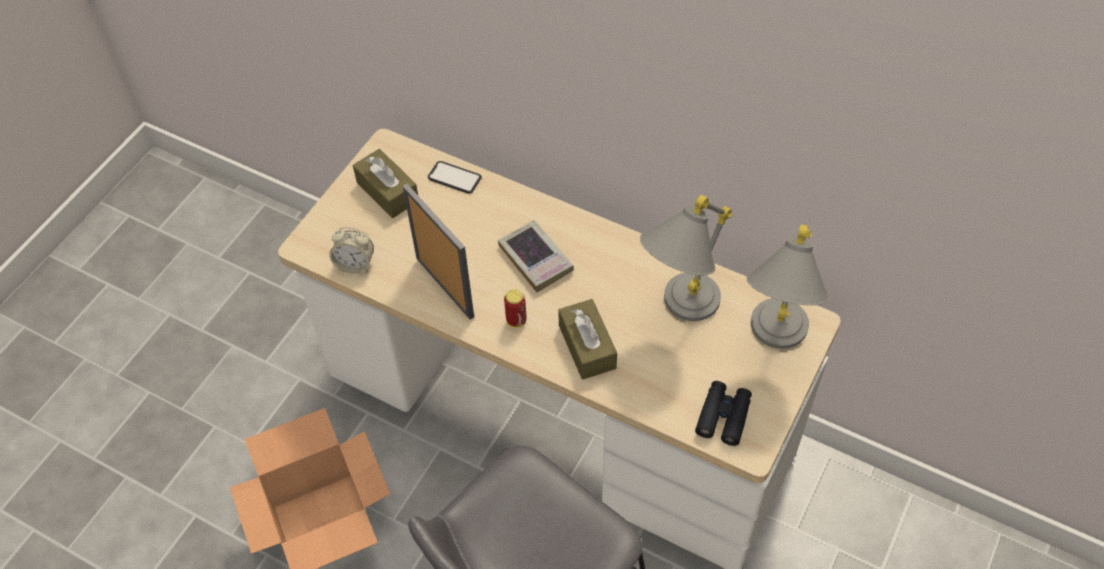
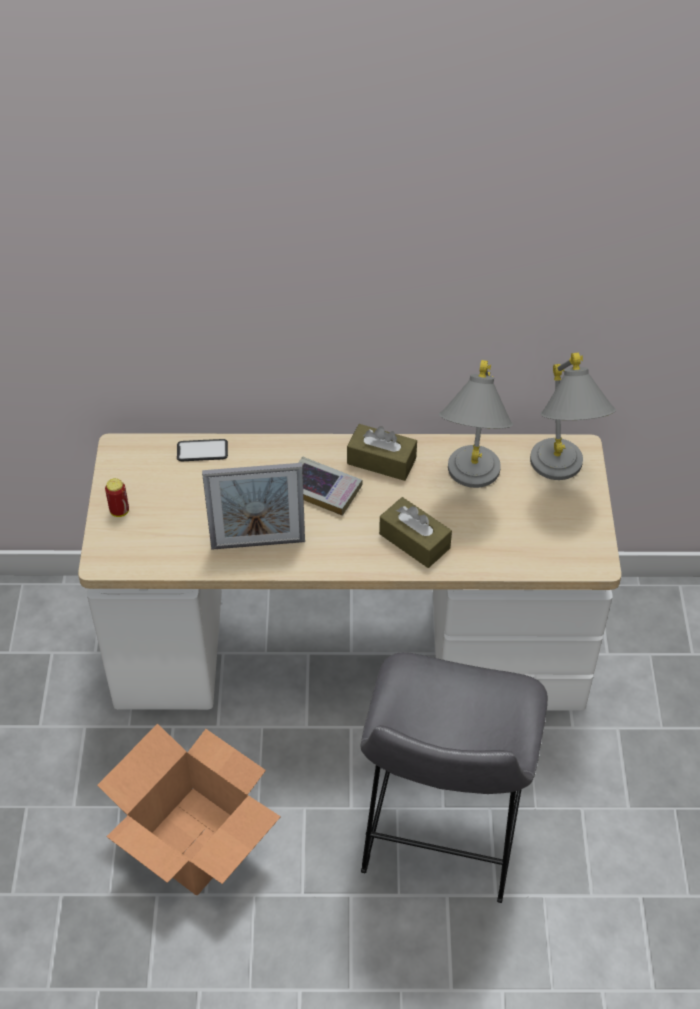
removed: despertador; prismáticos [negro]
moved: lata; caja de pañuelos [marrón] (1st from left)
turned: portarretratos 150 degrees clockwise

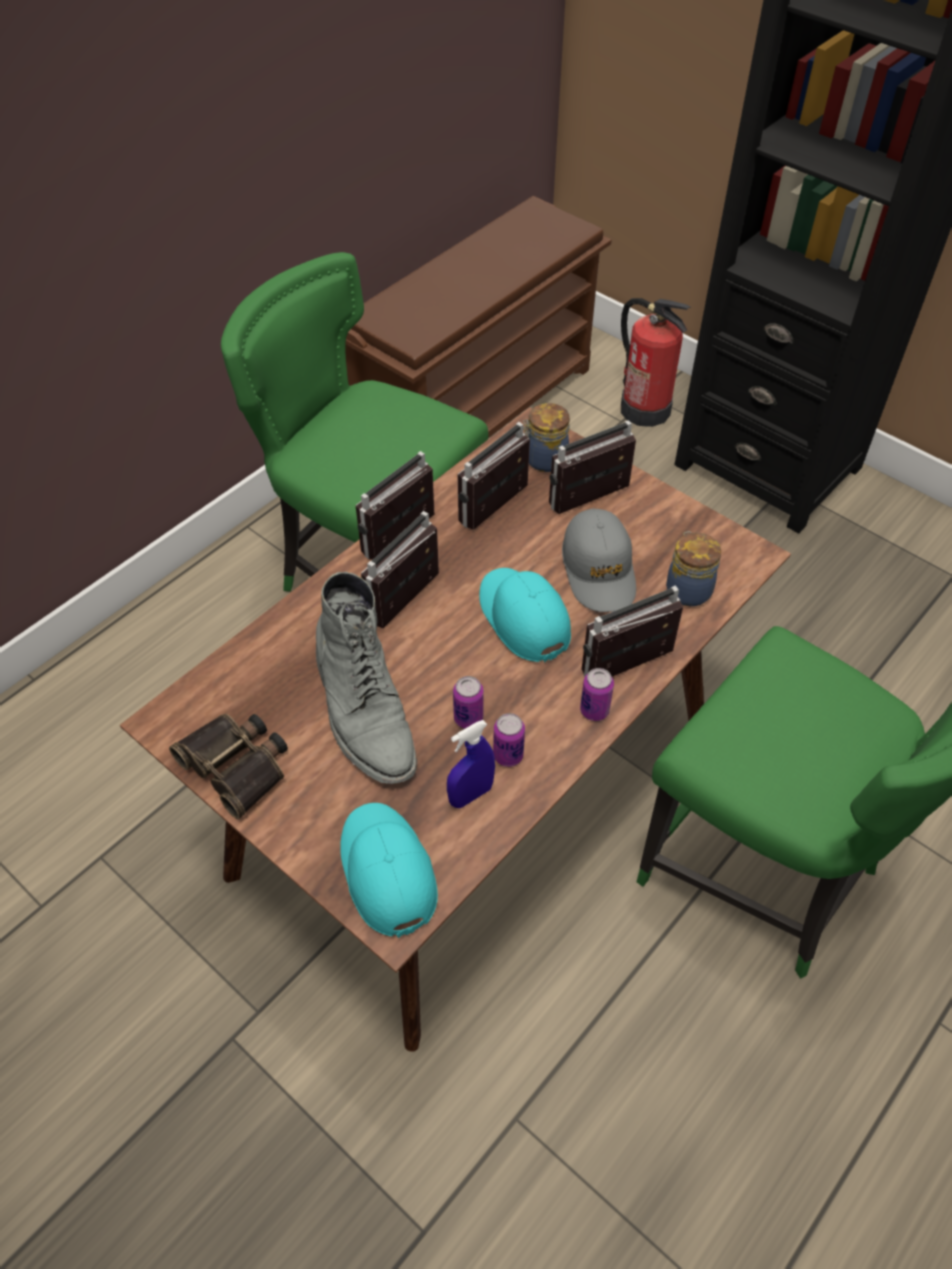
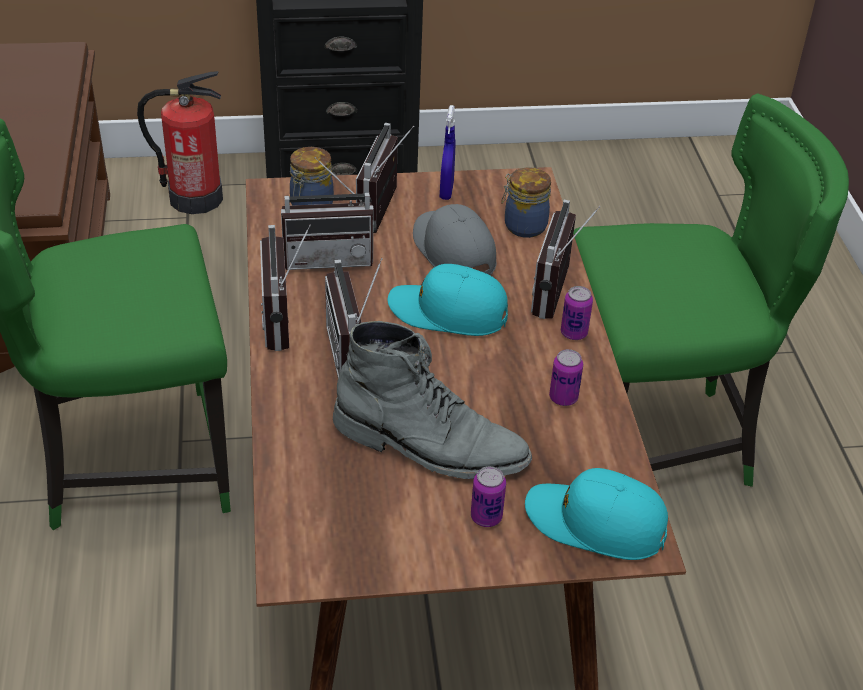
removed: prismáticos
moved: pulverizador [azul]; lata (1st from left)
turned: radio (3rd from left in the first image) 90 degrees counterclockwise; gorra [gris] 150 degrees counterclockwise

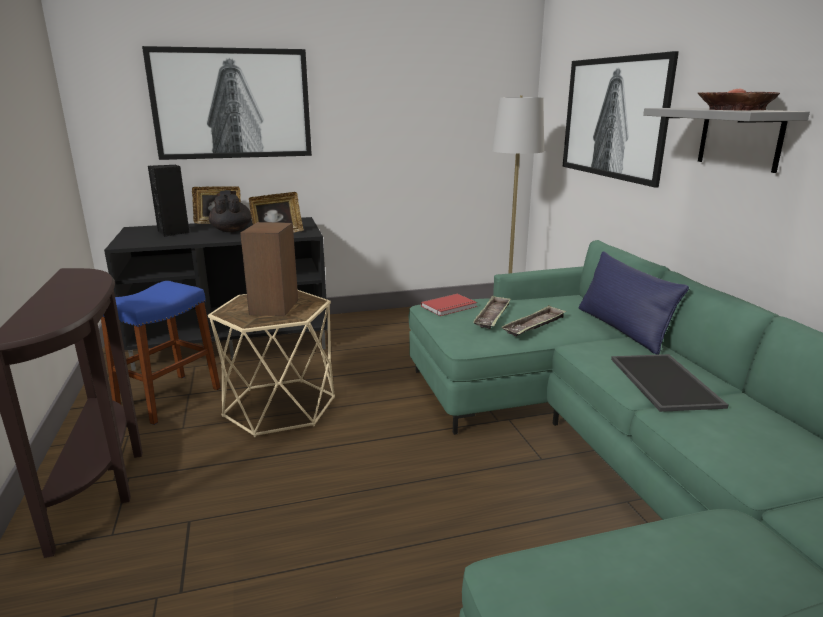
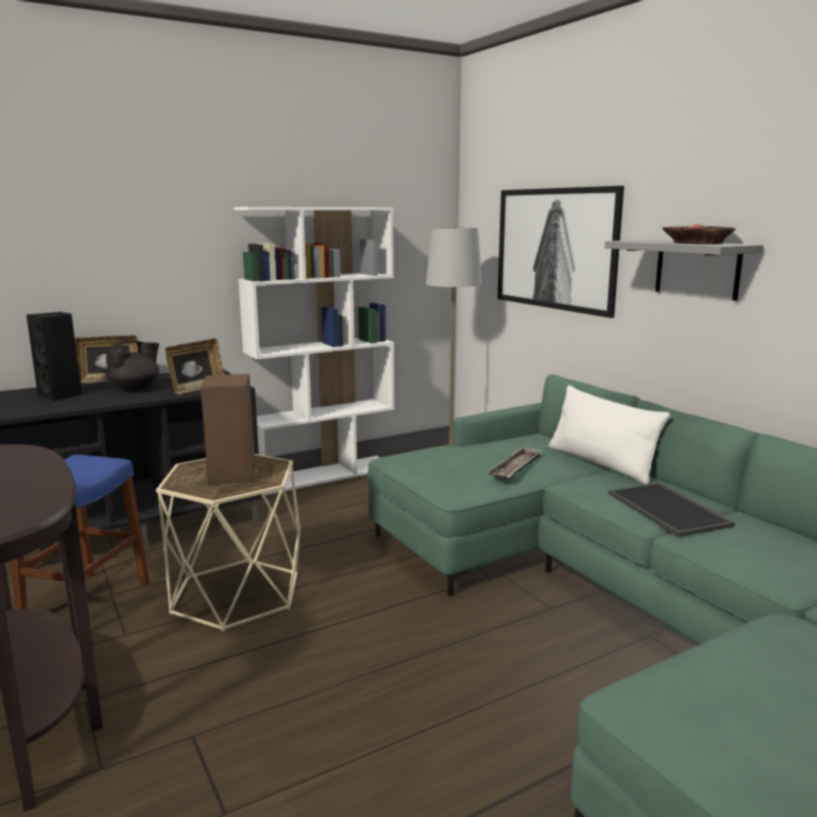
removed: cuadro (1st from left); libro [rojo]; bandeja (1st from left)
added: estantería [blanco]
recoloured: cojín [azul] to cojín [blanco]
turned: tetera [negro] 75 degrees clockwise

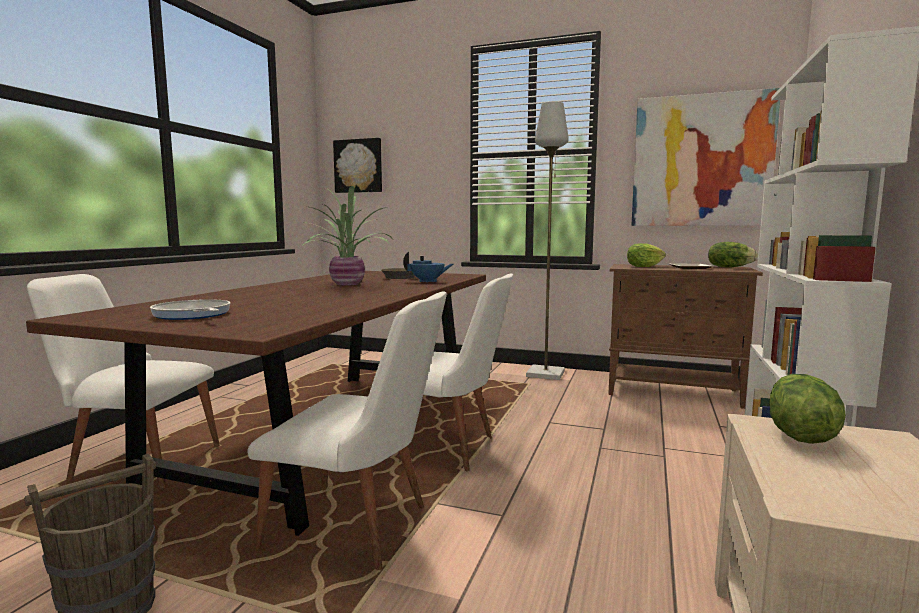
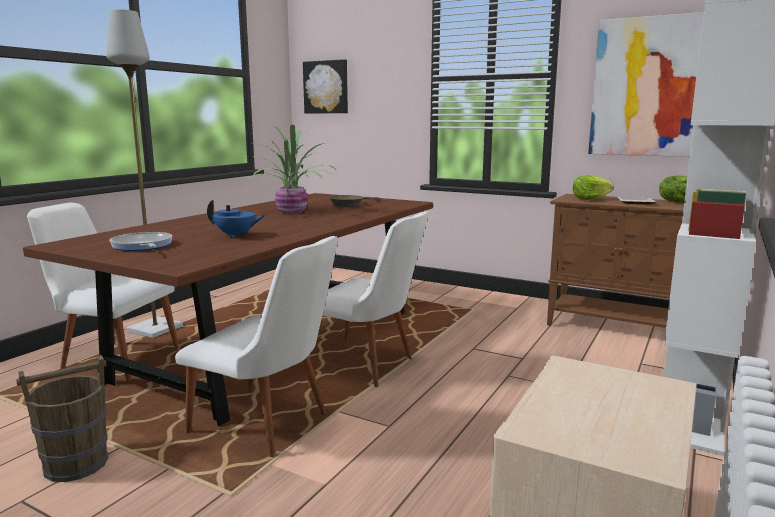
removed: lechuga (3rd from left)
moved: lámpara de pie [gris]; tetera [azul]

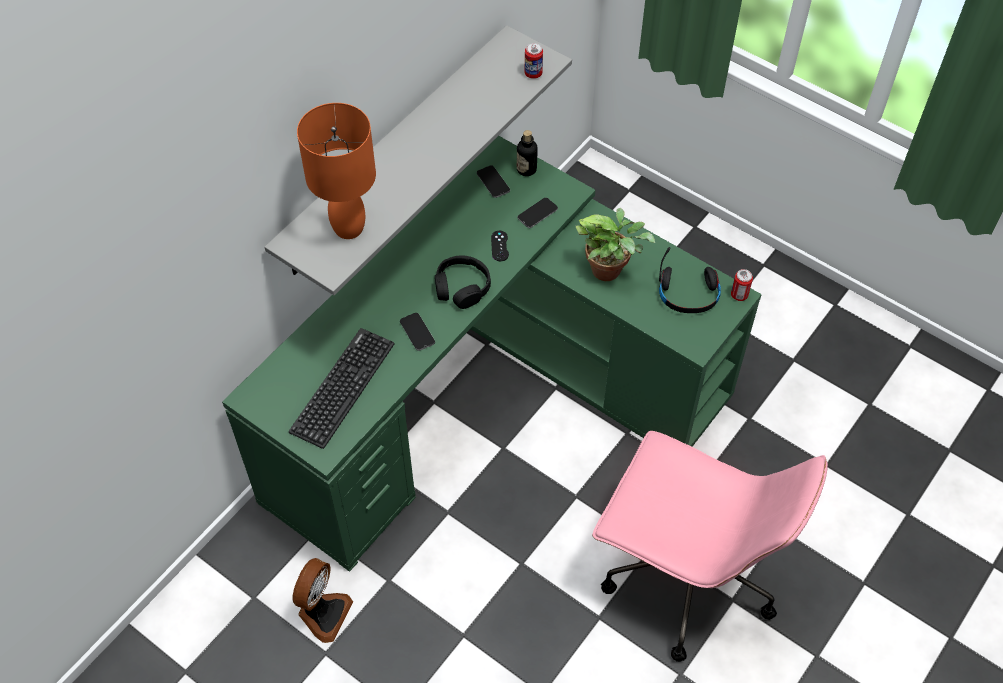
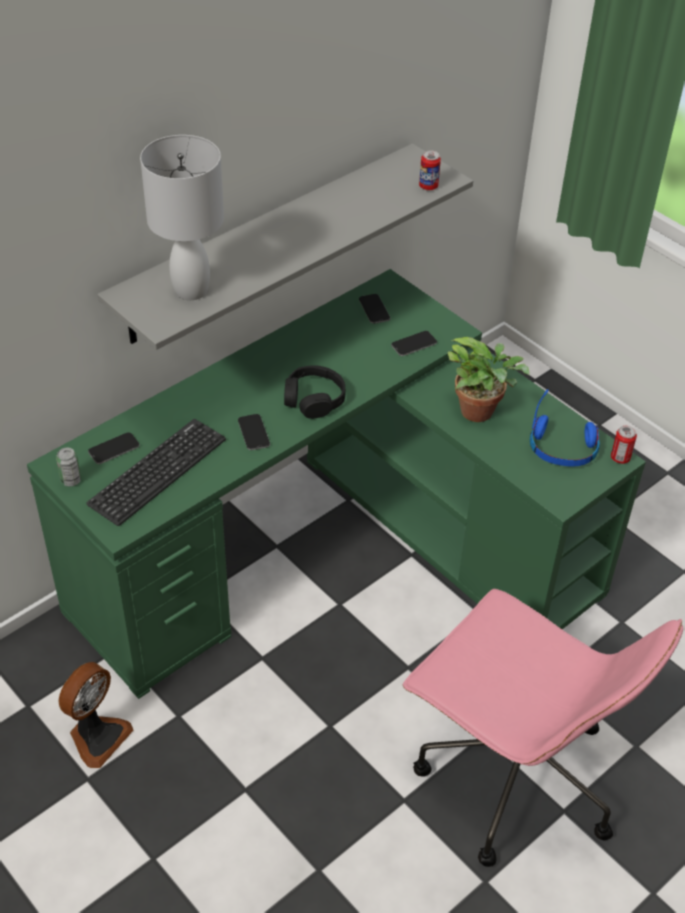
removed: mando de consola [negro]; botella
added: lata (1st from left); móvil (1st from left)
recoloured: lámpara de mesa [naranja] to lámpara de mesa [blanco]; auriculares [negro] (2nd from left) to auriculares [azul]

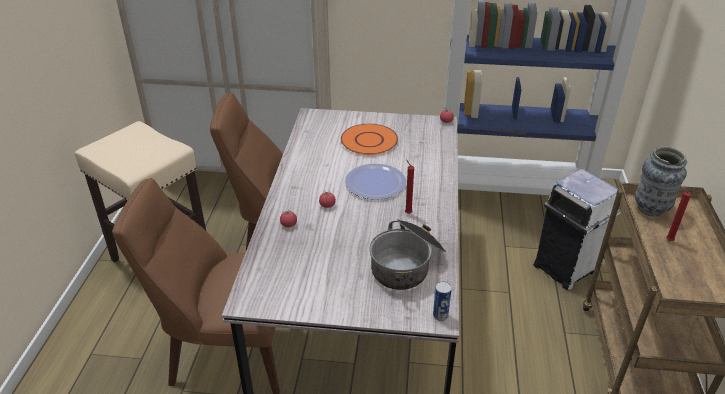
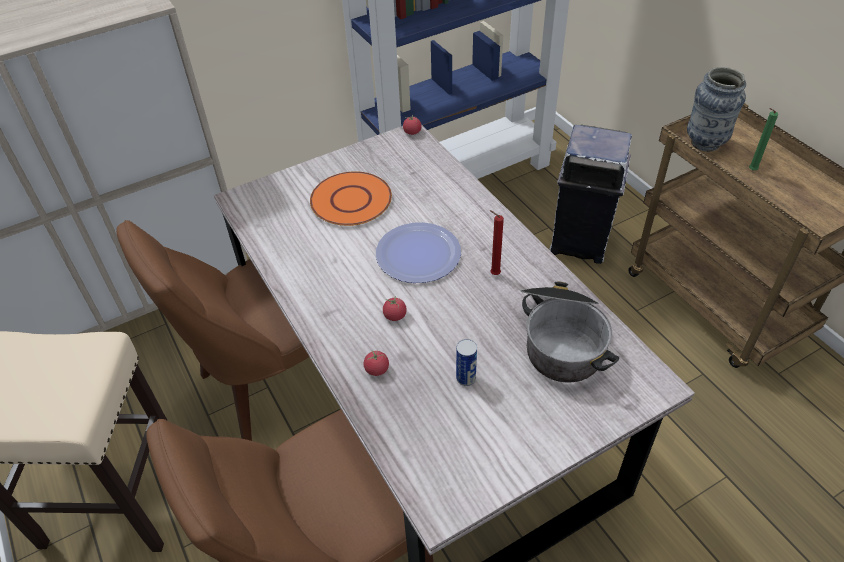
moved: lata
recoloured: vela [rojo] (2nd from left) to vela [verde]

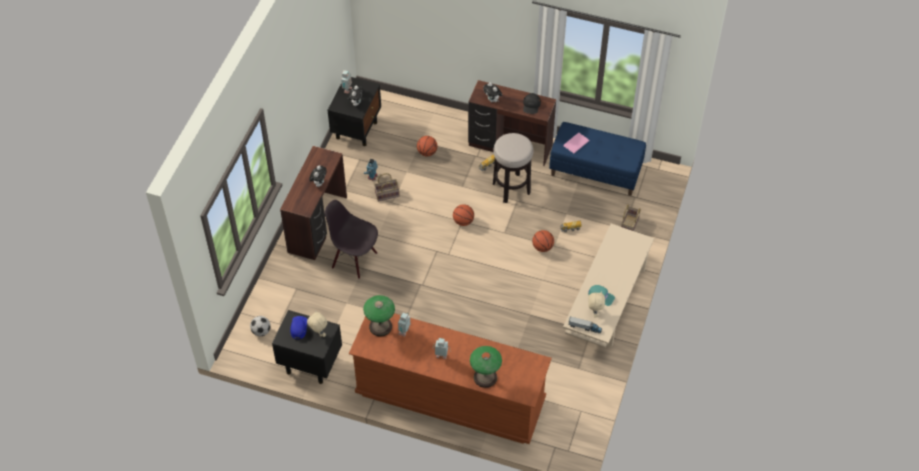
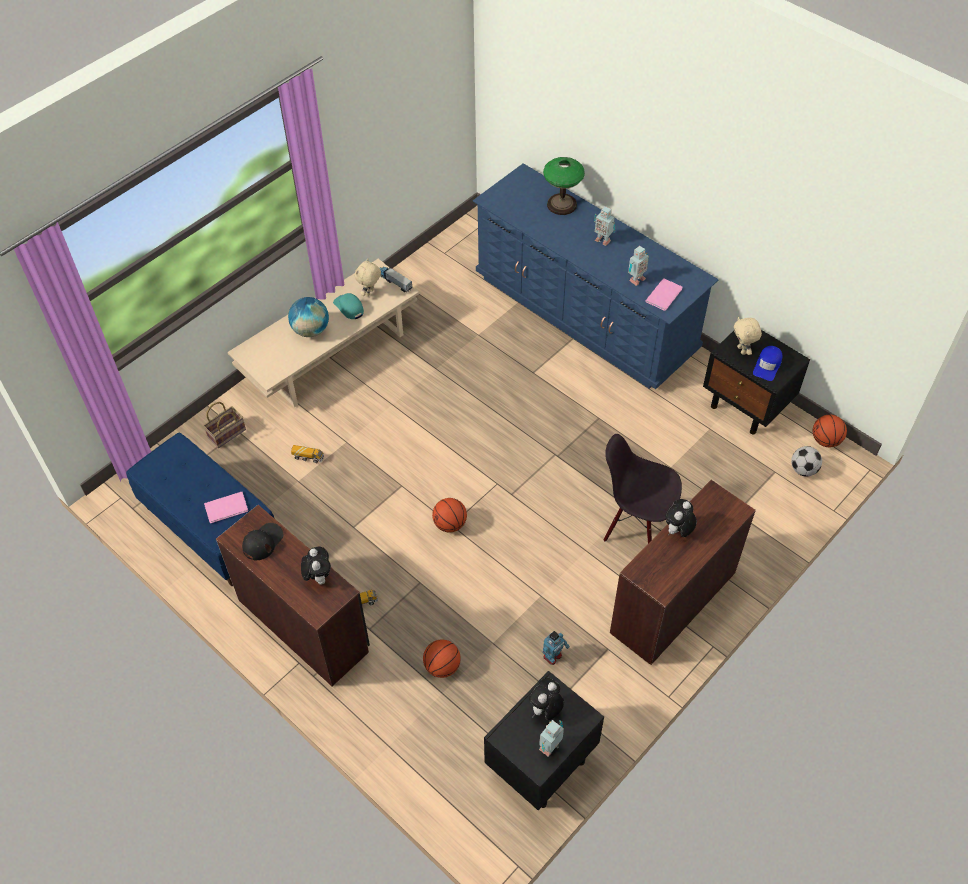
removed: cesta (1st from left); taburete
added: globo terráqueo
moved: balón de baloncesto (3rd from left)
replaced: lámpara de mesa (1st from left) to libro [rosa] (2nd from left)
recoloured: cómoda [marrón] to cómoda [azul]
turned: silla [negro] 150 degrees clockwise

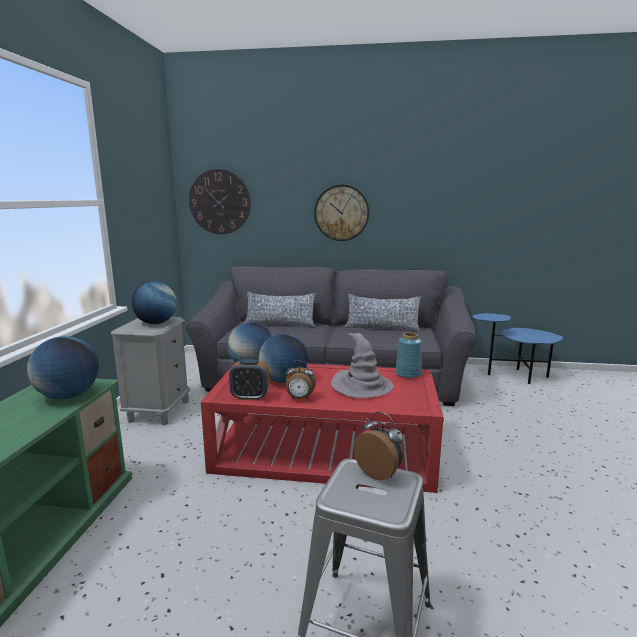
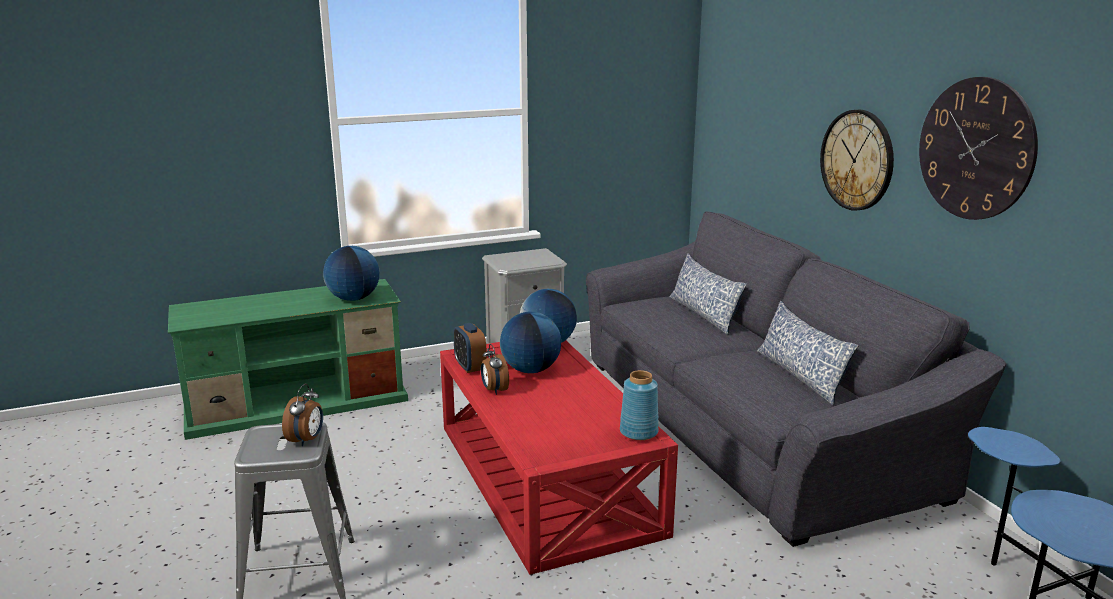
removed: globo terráqueo (2nd from left); sombrero [gris]
moved: reloj de pared (1st from left in the first image) to reloj de pared (2nd from left)

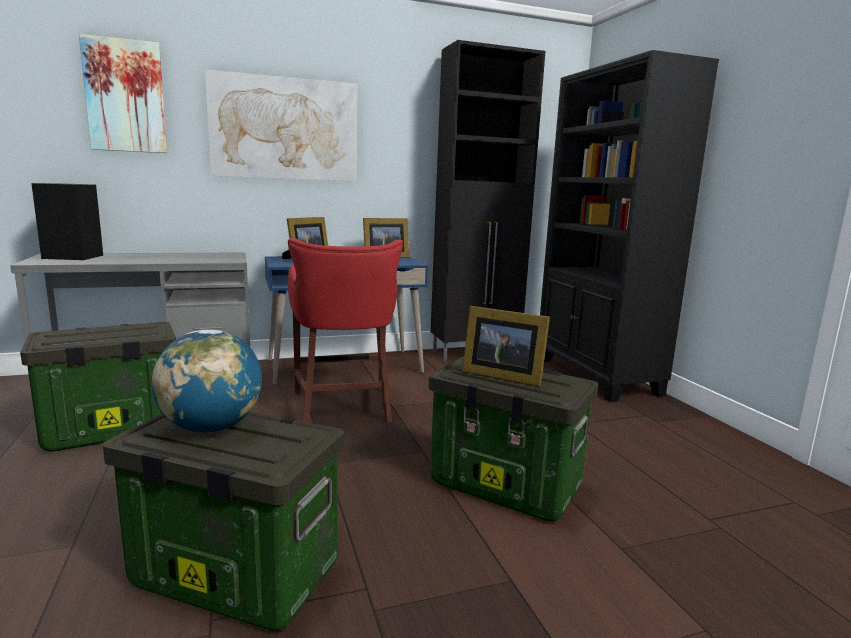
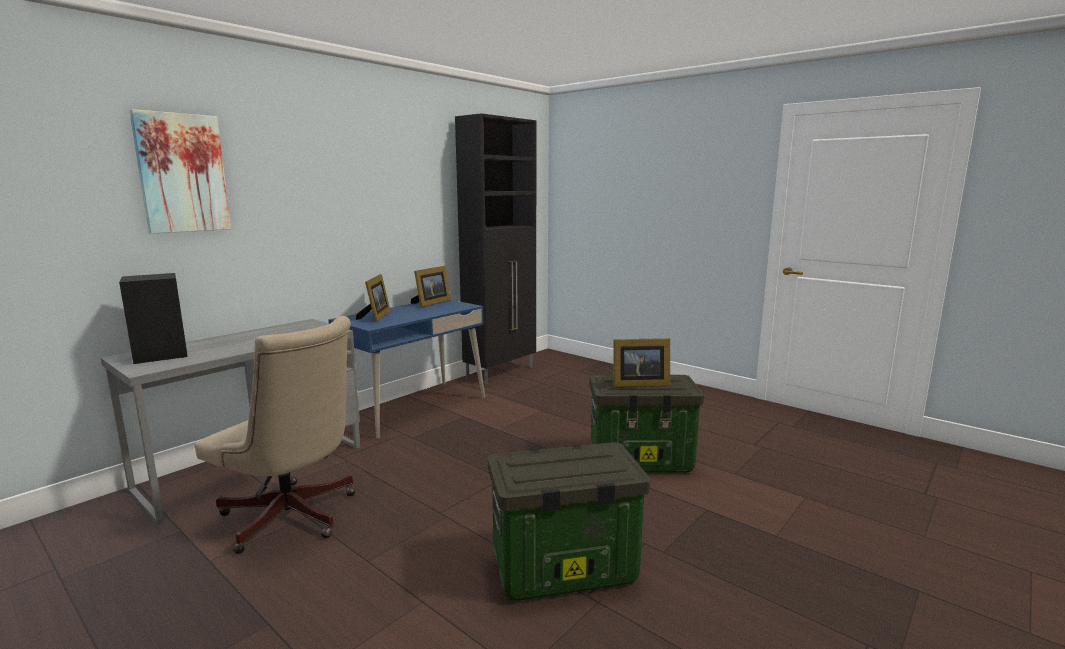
removed: globo terráqueo; cuadro (2nd from left); taburete [rojo]; estantería [negro]
replaced: caja de almacenaje (1st from left) to silla de oficina [beis]

